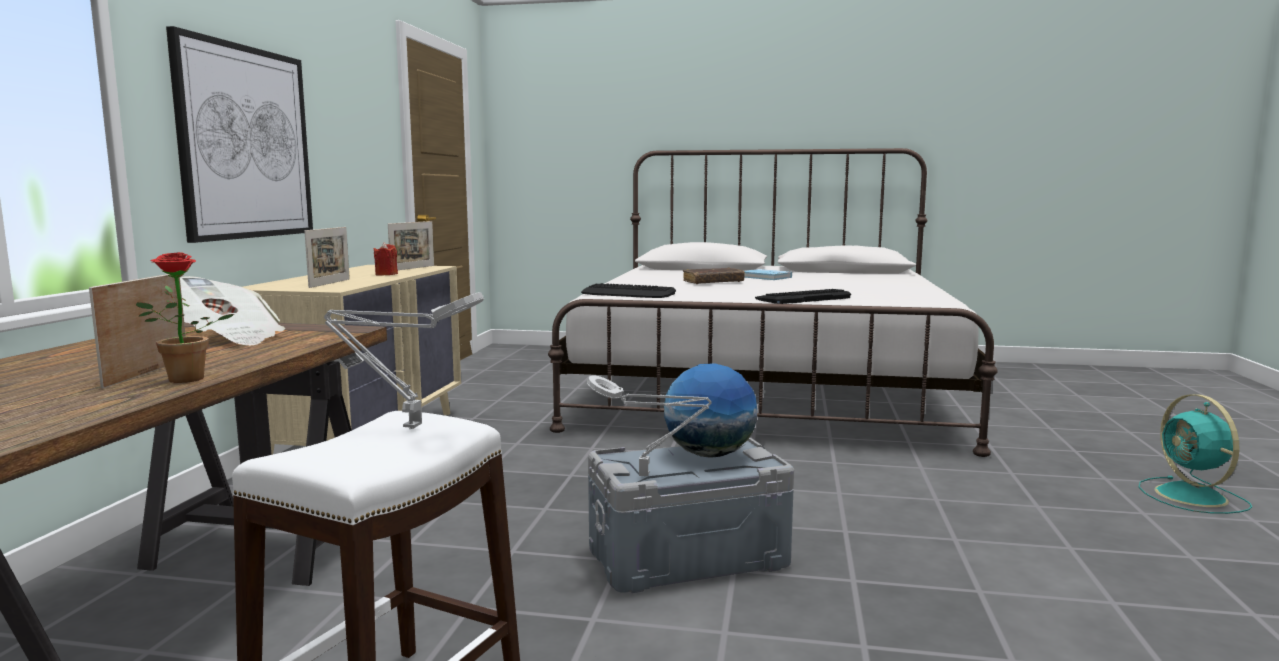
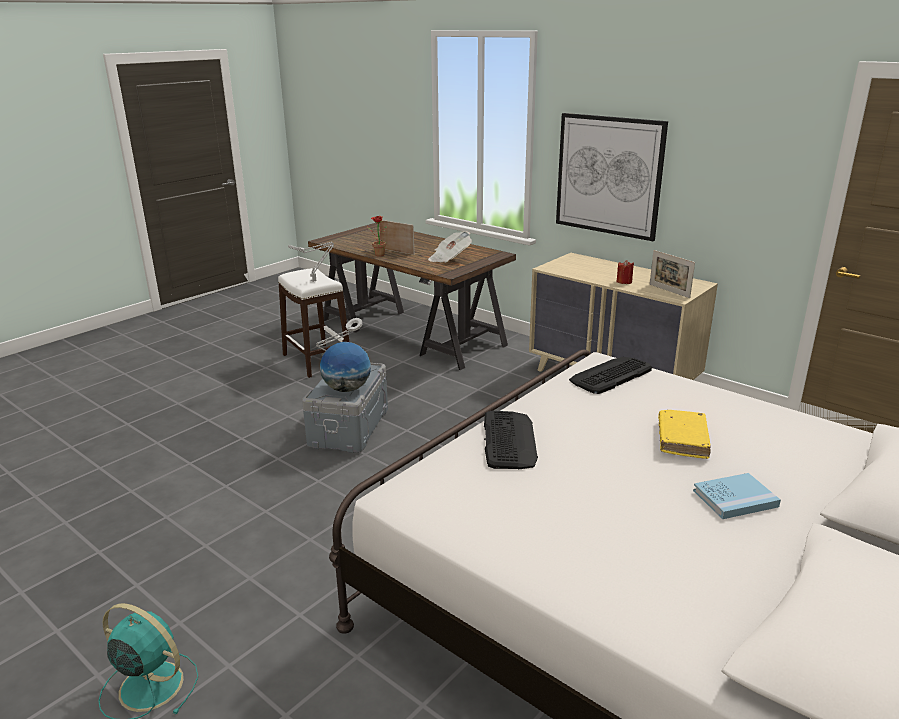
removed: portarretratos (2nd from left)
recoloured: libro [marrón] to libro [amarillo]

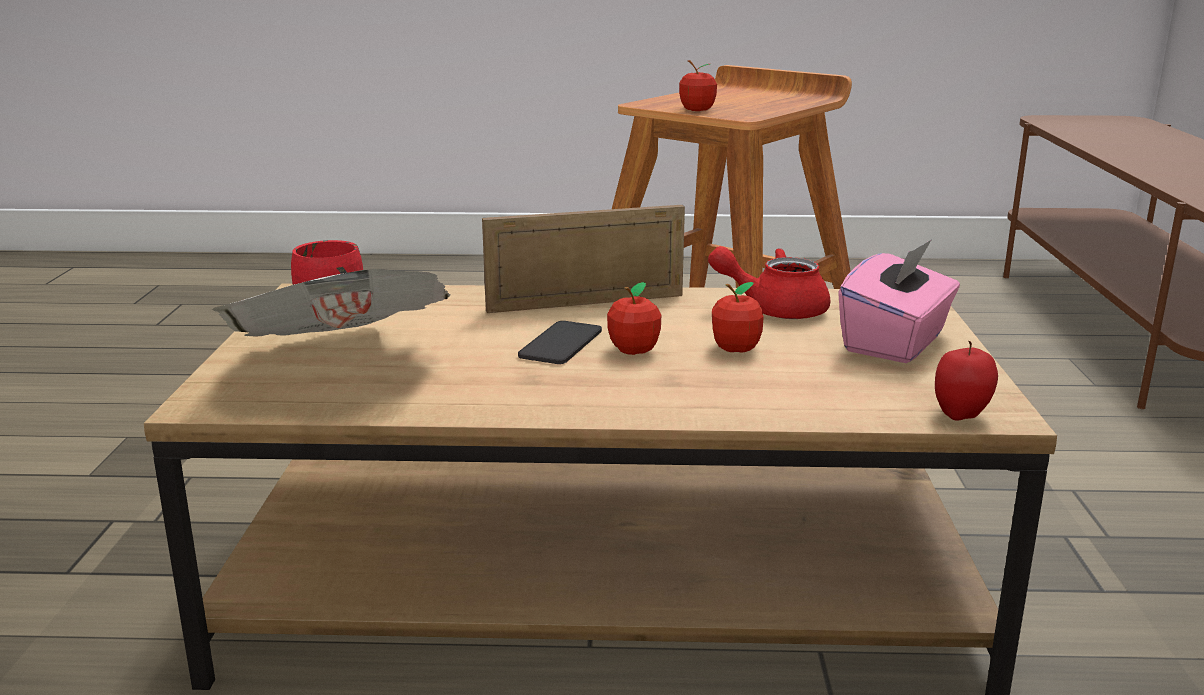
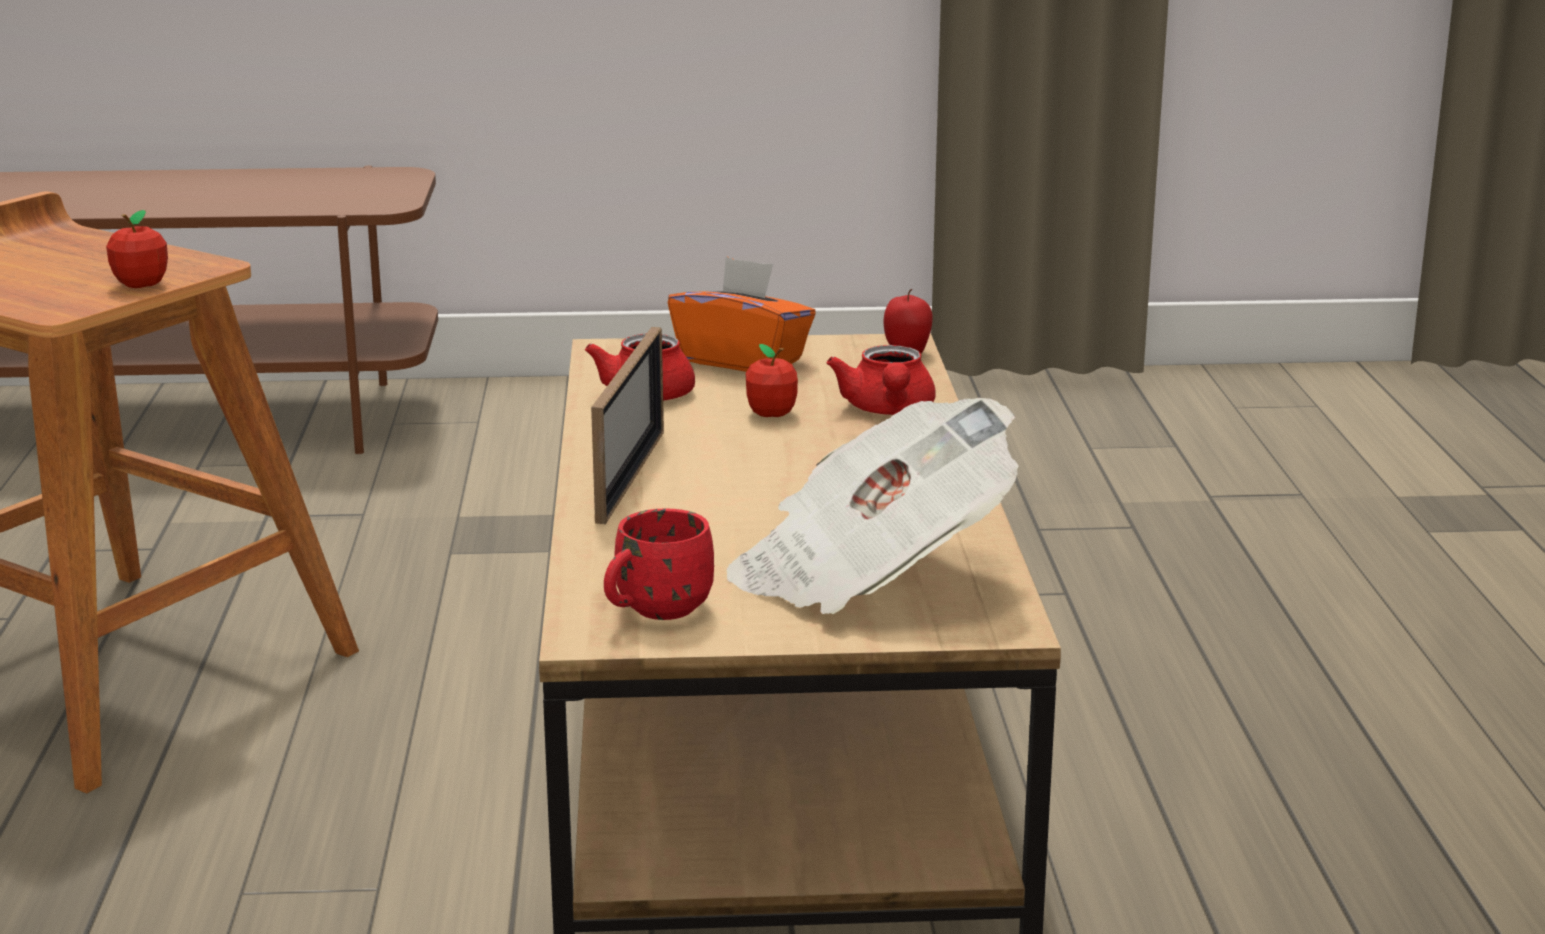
removed: móvil; manzana (1st from left)
added: tetera [rojo] (2nd from left)
recoloured: caja de pañuelos [rosa] to caja de pañuelos [naranja]
turned: portarretratos 150 degrees counterclockwise

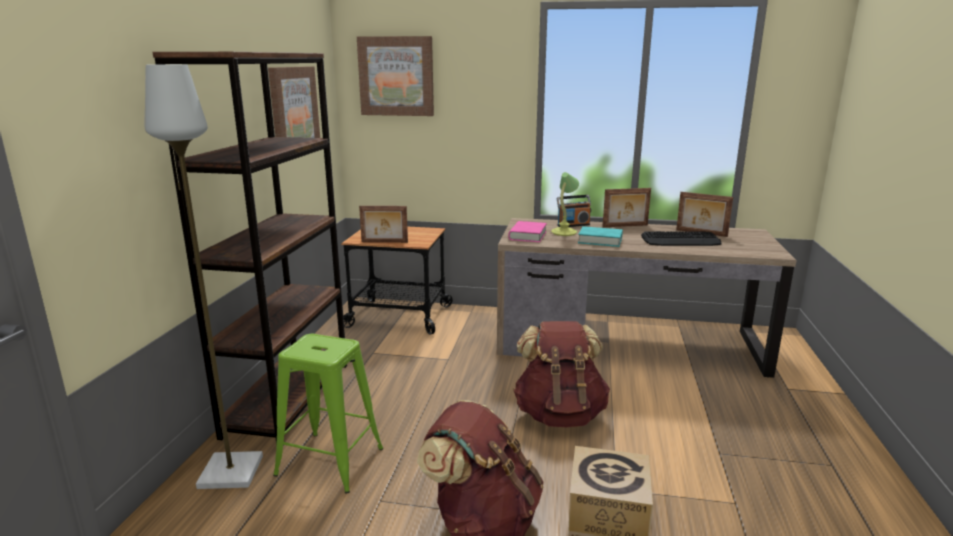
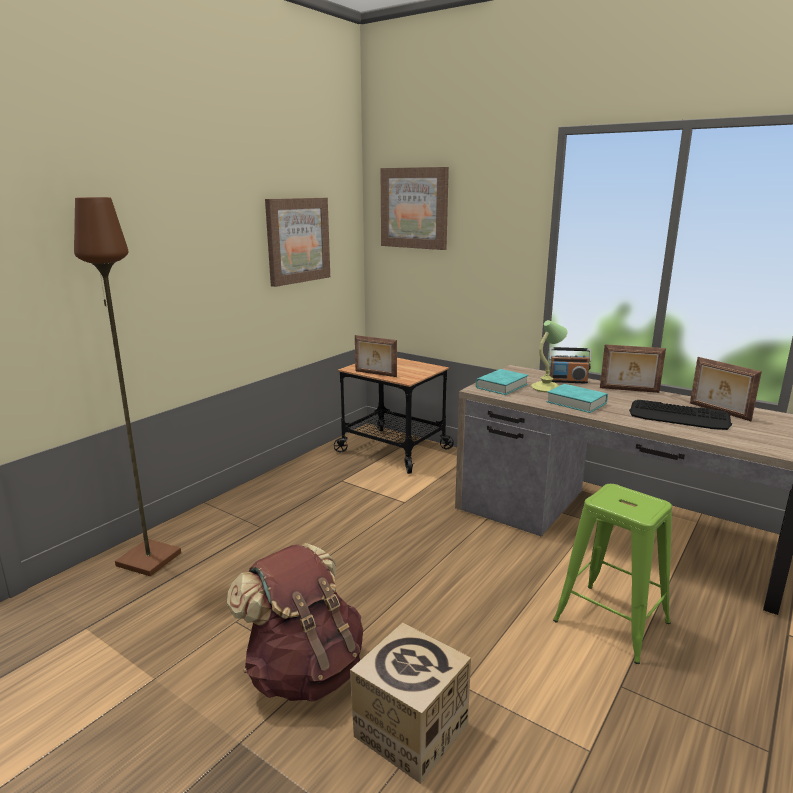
removed: estantería [marrón]; mochila [marrón] (2nd from left)
moved: taburete [verde]
recoloured: lámpara de pie [gris] to lámpara de pie [marrón]; libro [rosa] to libro [turquesa] (1st from left)

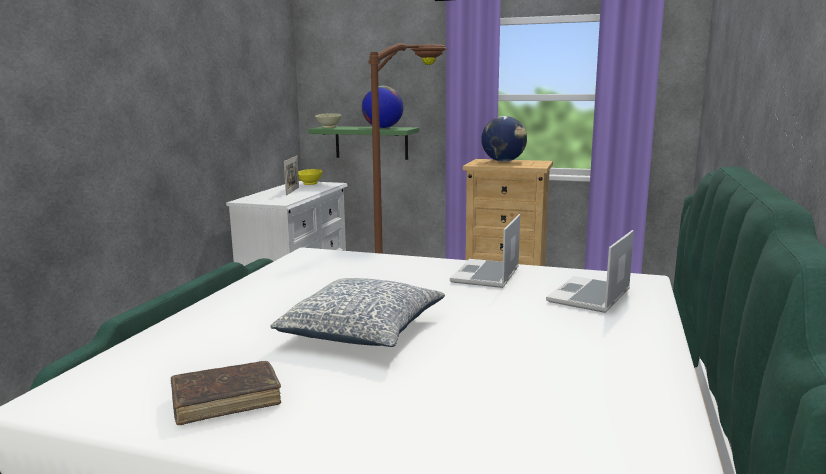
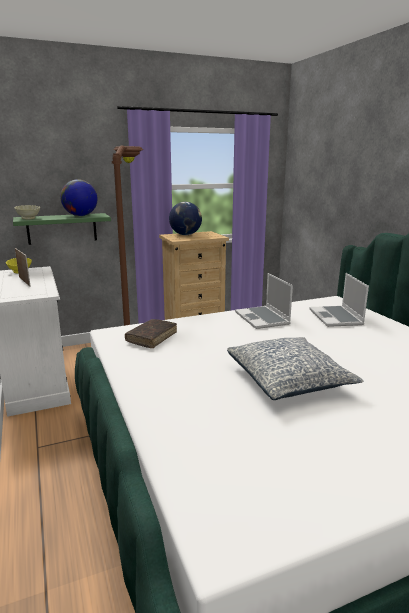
moved: libro [marrón]

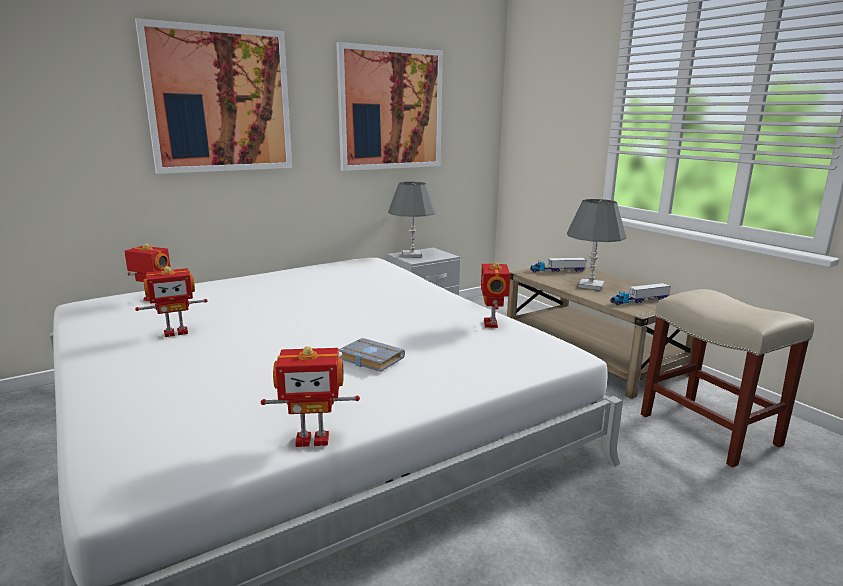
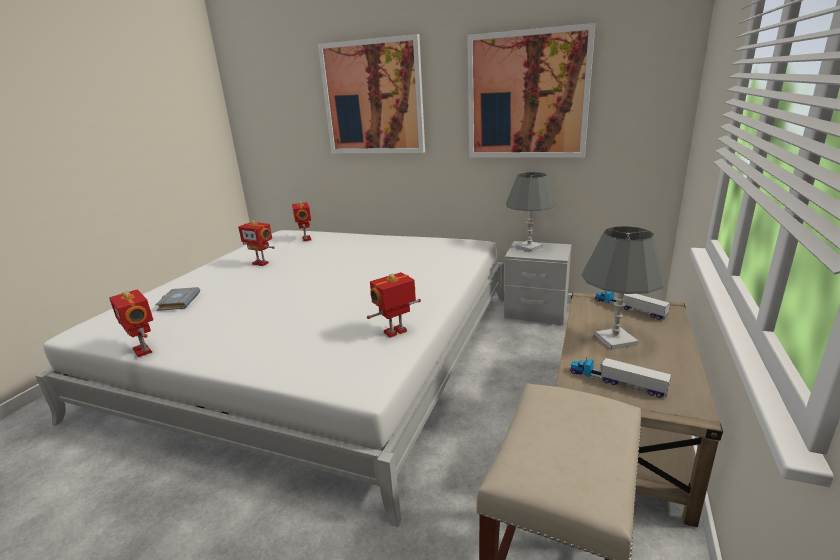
moved: libro [gris]

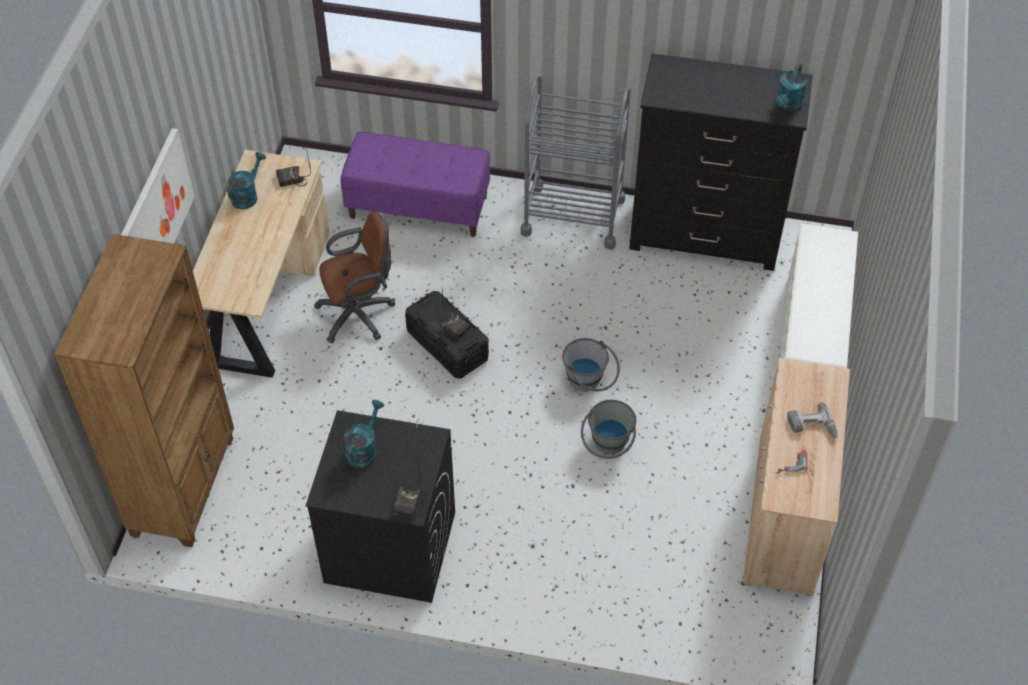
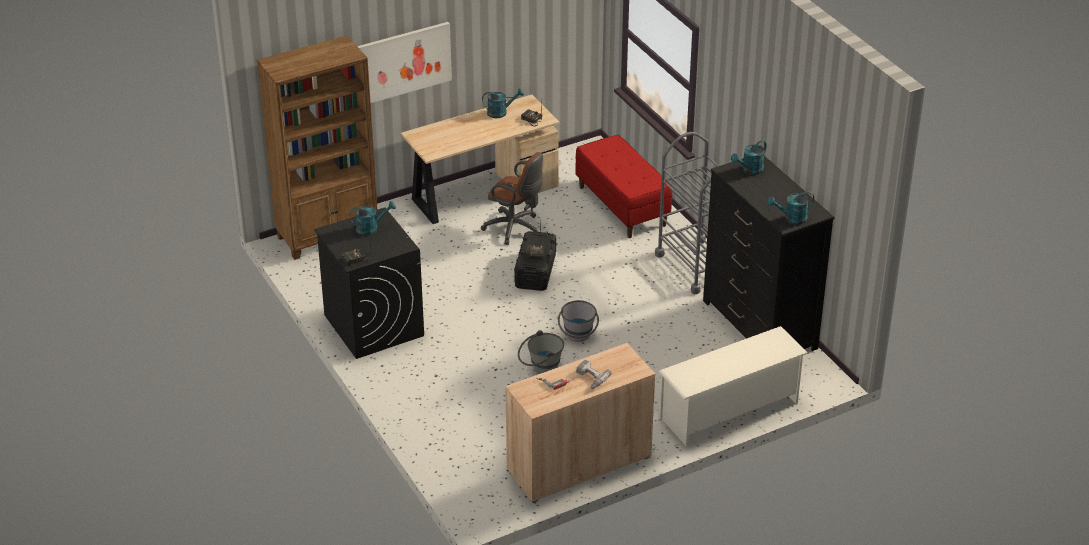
added: regadera [turquesa] (3rd from left)
recoloured: banco [morado] to banco [rojo]

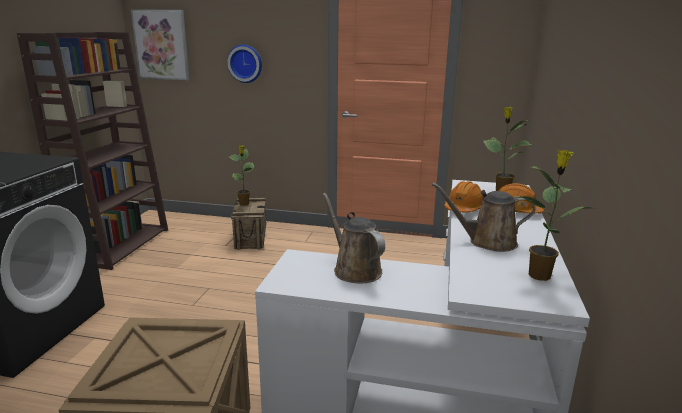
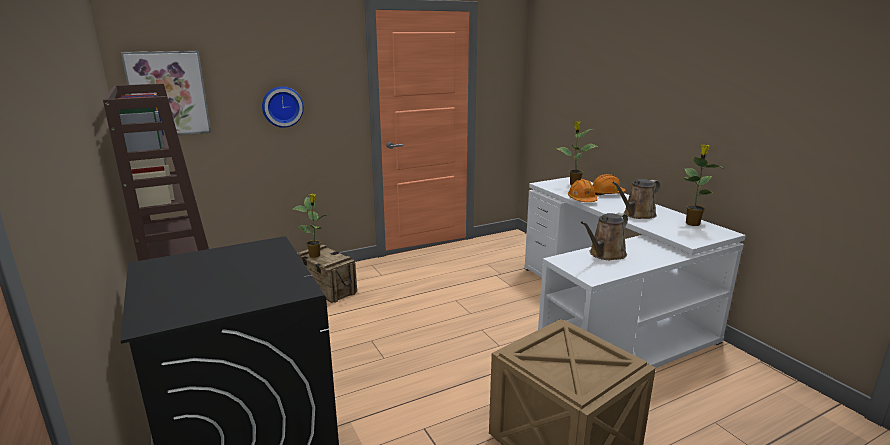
turned: regadera [marrón] (1st from left) 60 degrees counterclockwise

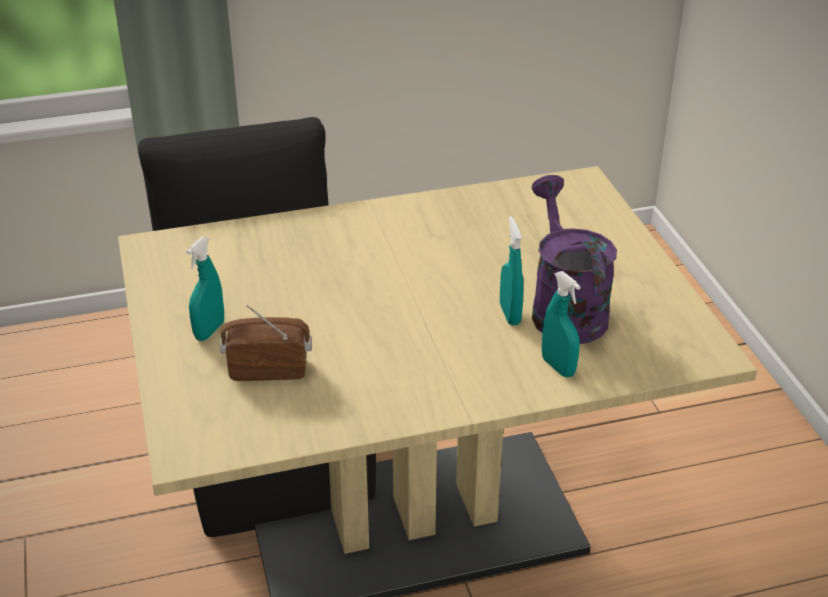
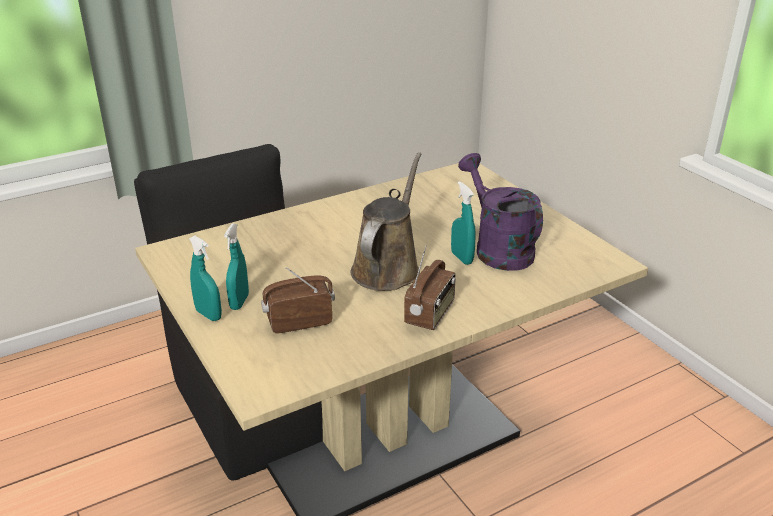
added: regadera [marrón]; radio (2nd from left)
moved: pulverizador [turquesa] (3rd from left in the first image) to pulverizador [turquesa] (1st from left)

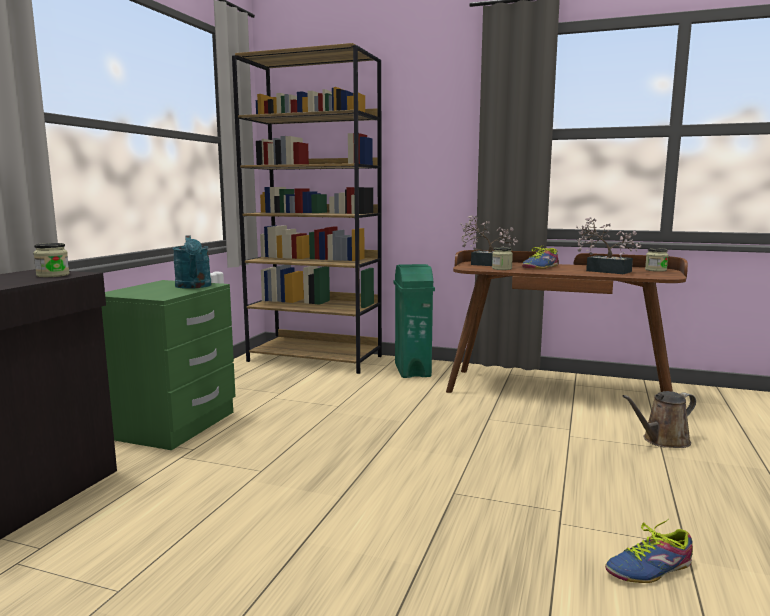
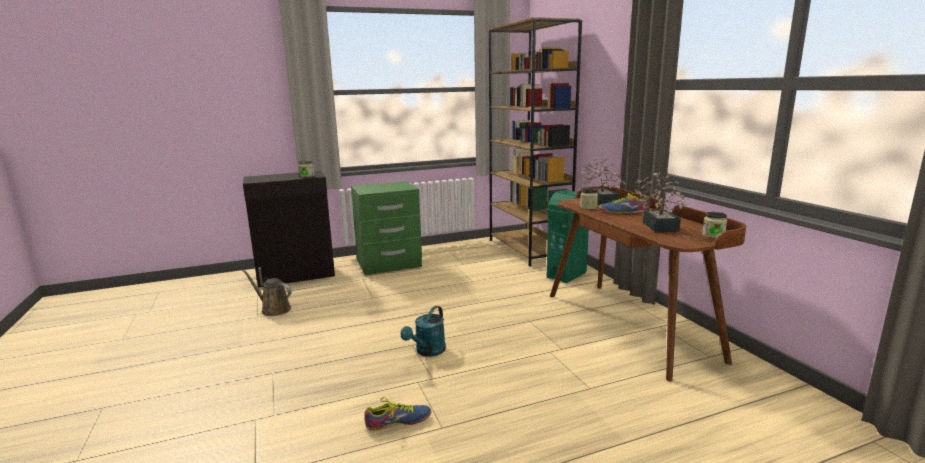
moved: regadera [marrón]; regadera [turquesa]
turned: zapato (2nd from left in the first image) 135 degrees clockwise

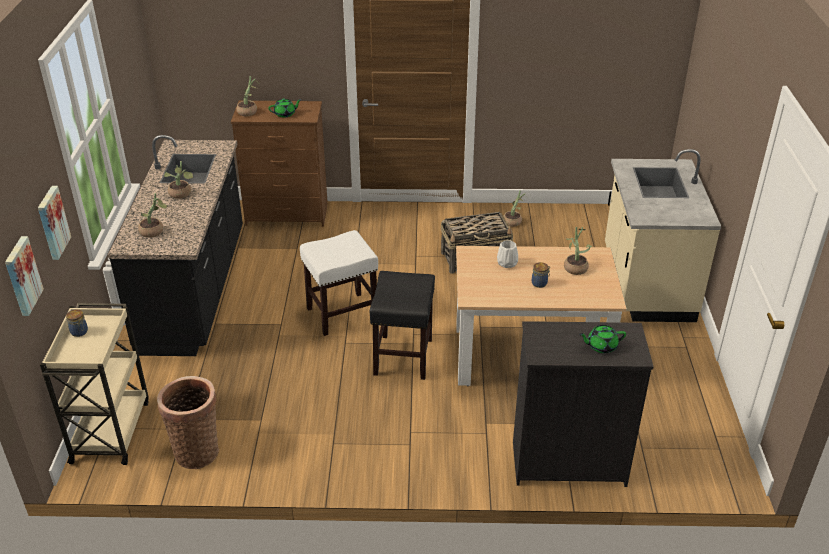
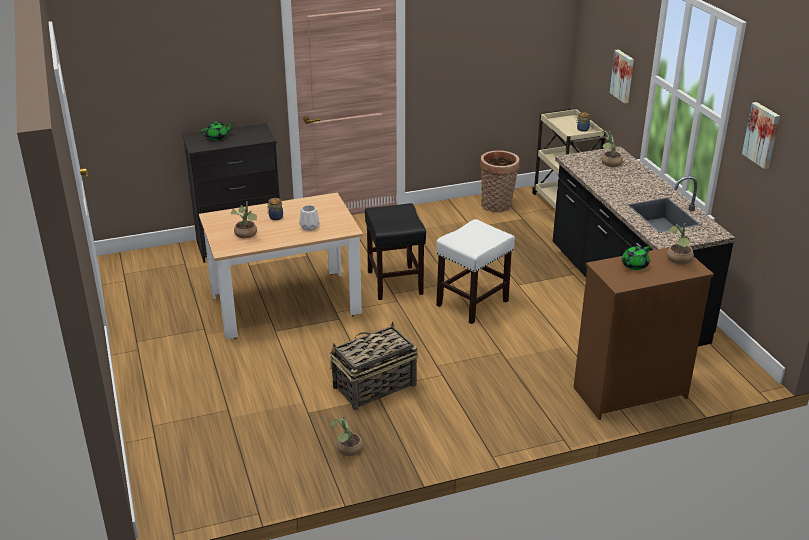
removed: planta en maceta (2nd from left); mueble bajo de cocina [beis]
moved: cuadro (1st from left in the first image) to cuadro (2nd from left)

